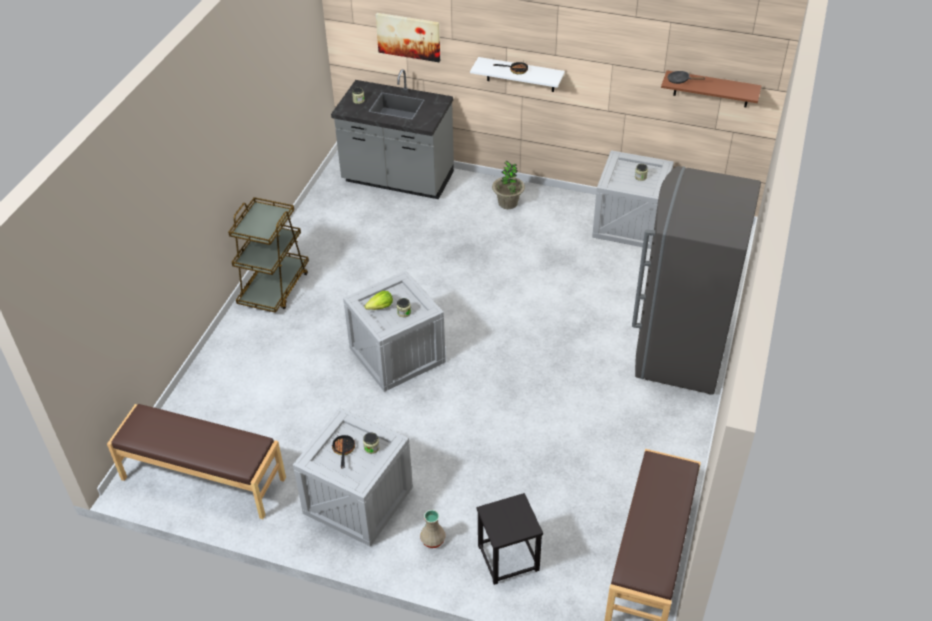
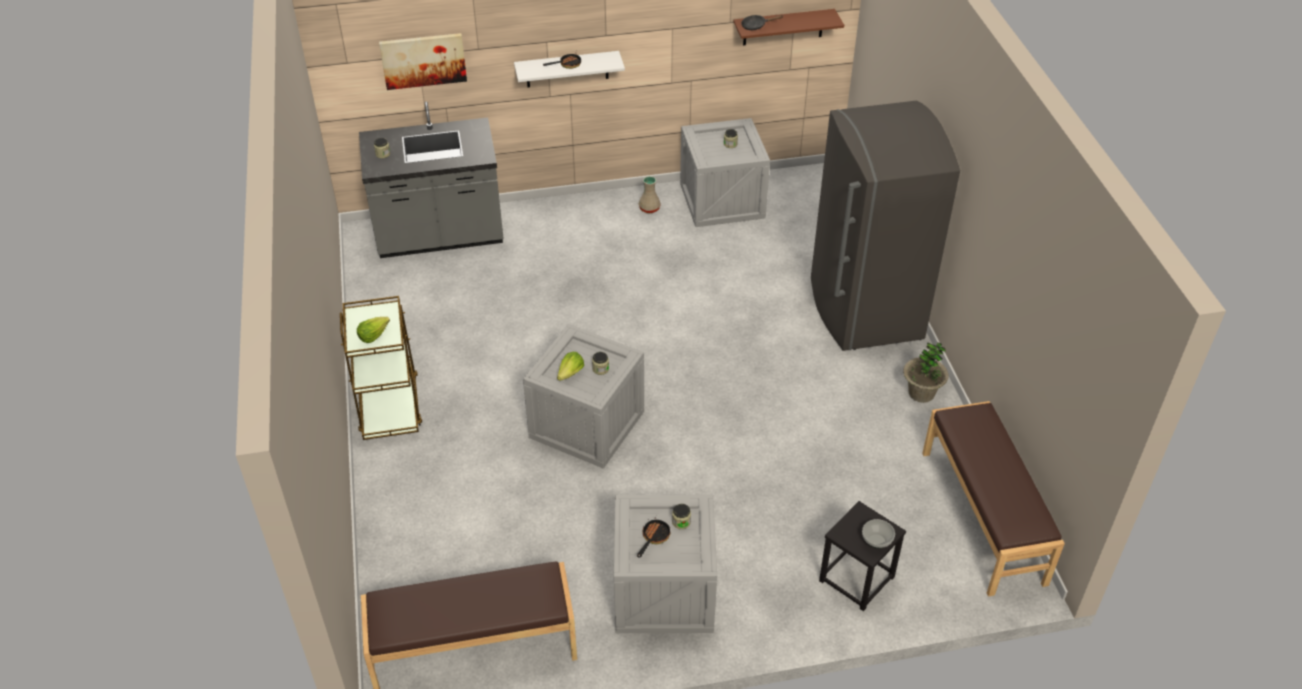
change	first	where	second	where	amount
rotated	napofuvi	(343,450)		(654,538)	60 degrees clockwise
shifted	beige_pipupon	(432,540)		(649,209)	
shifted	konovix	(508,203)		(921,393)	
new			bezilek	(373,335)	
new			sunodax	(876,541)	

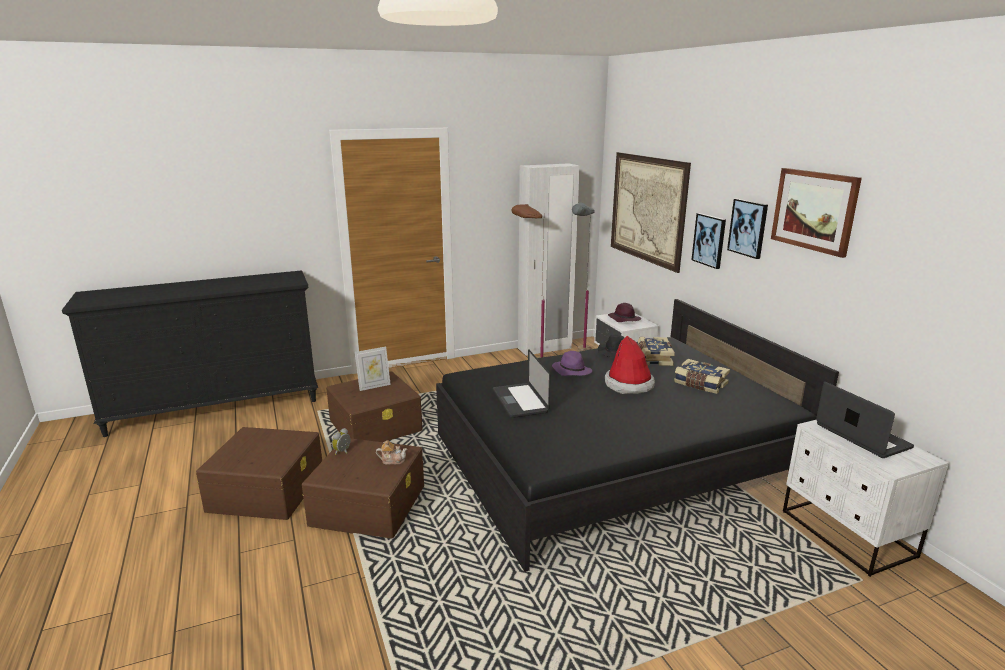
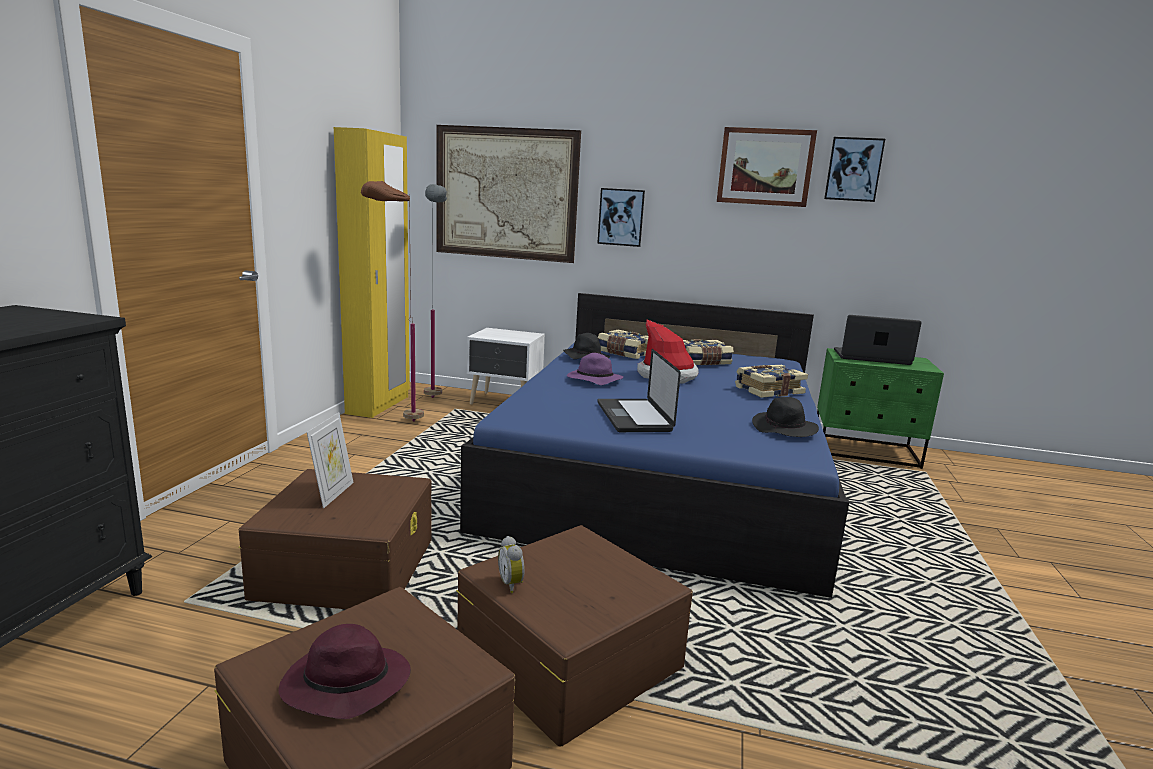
change	first	where	second	where	amount
gone	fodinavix	(392,460)			
repainted	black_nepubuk	(613,458)	blue_nepubuk	(662,472)	
rotated	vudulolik	(520,401)		(634,417)	60 degrees clockwise
repainted	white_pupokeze	(545,348)	yellow_pupokeze	(379,405)	
shifted	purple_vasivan	(623,319)		(344,685)	
shifted	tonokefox	(748,228)		(853,169)	
repainted	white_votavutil	(847,534)	green_votavutil	(865,451)	
new			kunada	(768,390)	
new			black_vasivan	(784,429)	

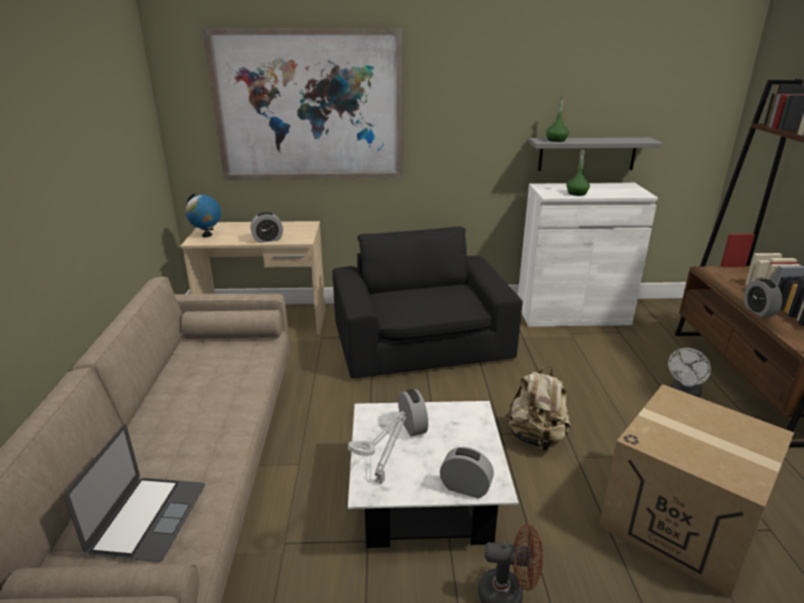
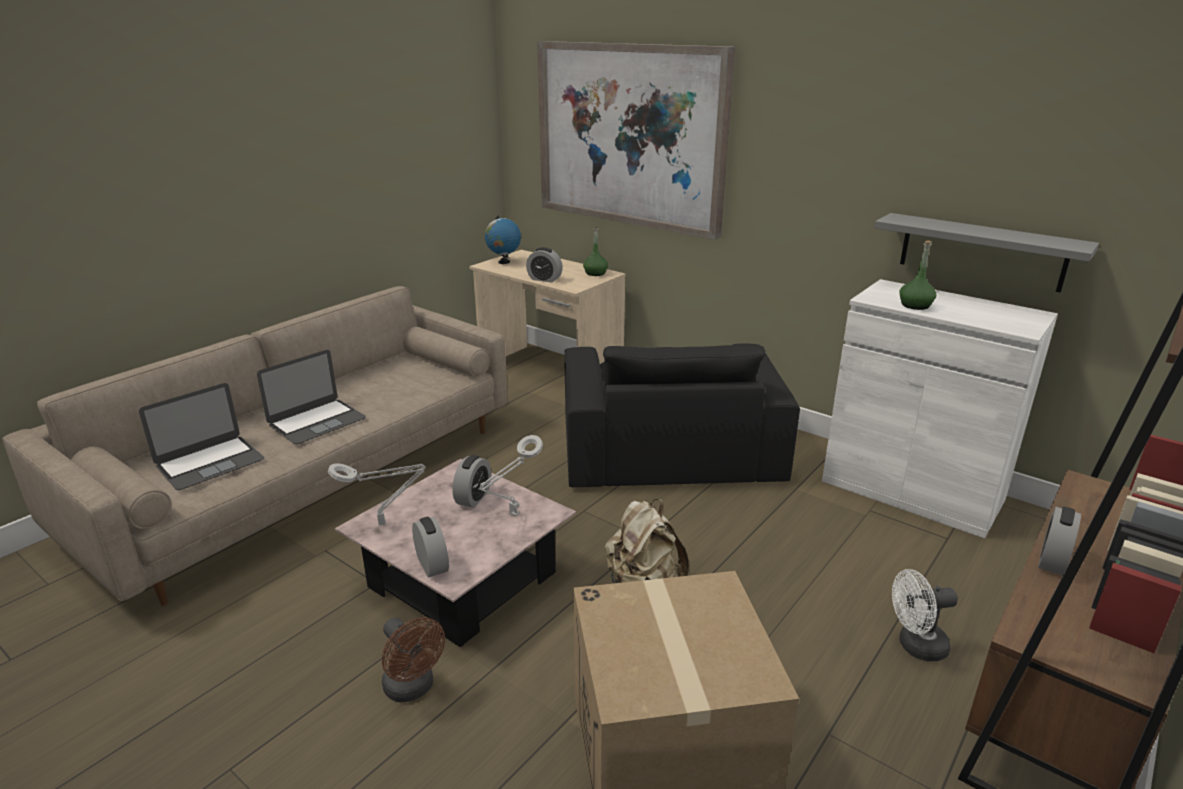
change	first	where	second	where	amount
rotated	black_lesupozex	(422,342)		(668,448)	150 degrees clockwise
repainted	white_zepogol	(426,498)	pink_zepogol	(463,580)	
shifted	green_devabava	(556,140)		(595,273)	
new			vudulolik	(317,421)	
new			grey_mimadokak	(512,515)	

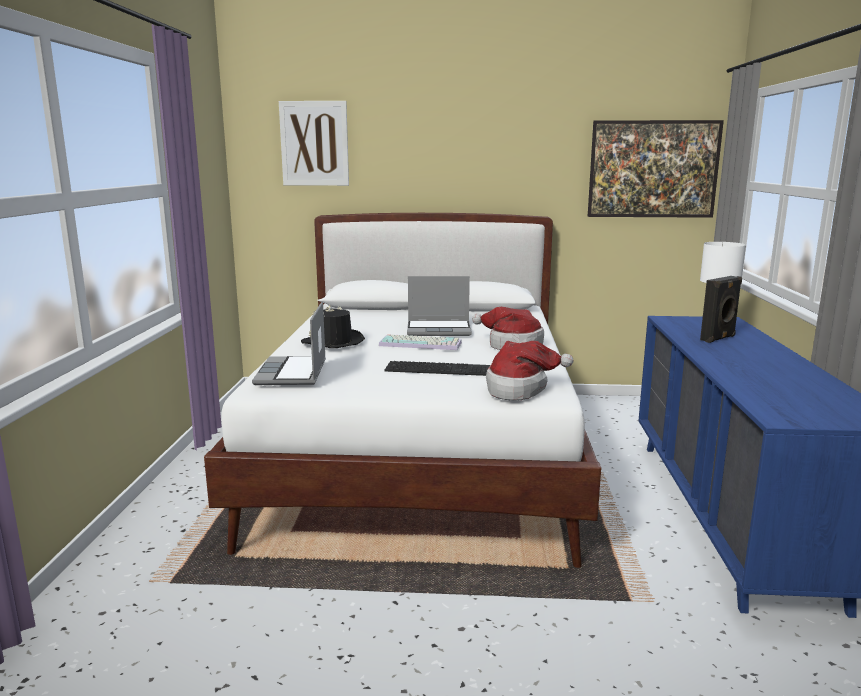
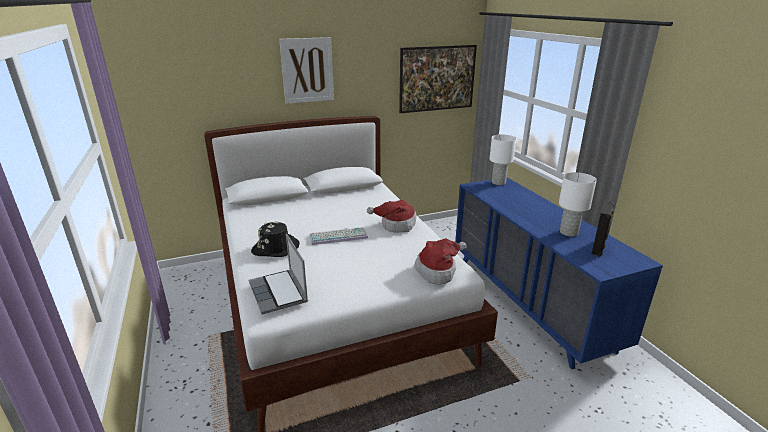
change	first	where	second	where	amount
shifted	tonokefox	(314,143)		(307,70)	
gone	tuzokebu	(439,368)			
gone	vudulolik	(439,330)			
shifted	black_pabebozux	(718,338)		(598,248)	
new			white_mimadokak	(568,232)	

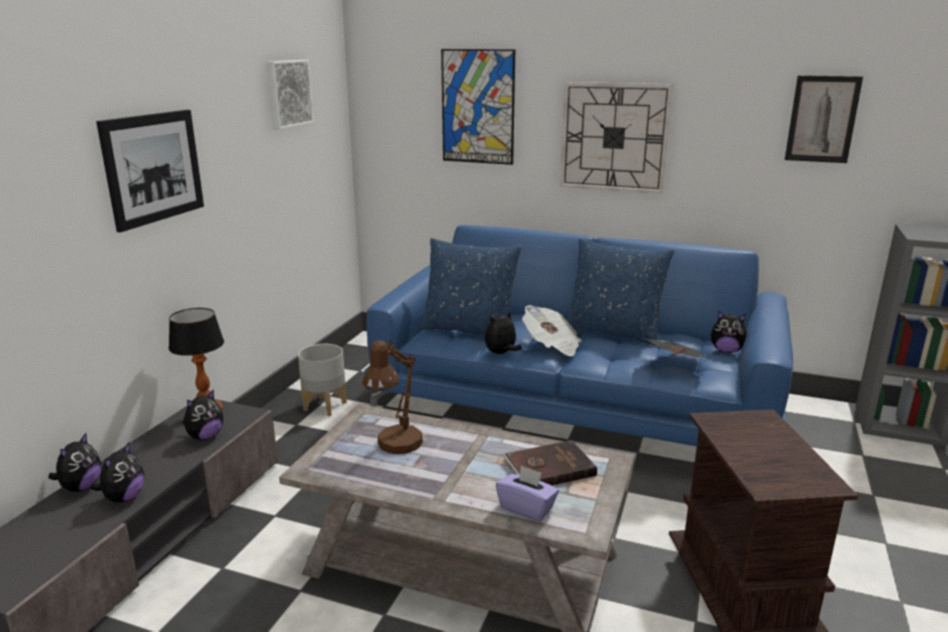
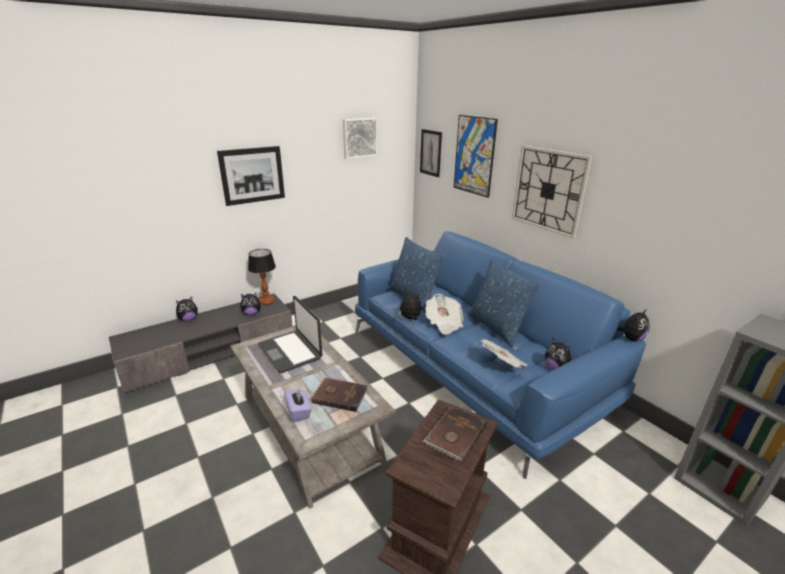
change	first	where	second	where	amount
shifted	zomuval	(124,497)		(631,339)	
gone	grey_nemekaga	(324,406)			
swapped	brown_mimadokak	(395,447)	vudulolik	(290,351)	
shifted	tonokefox	(822,119)		(430,153)	
new			brown_kunada	(454,435)	

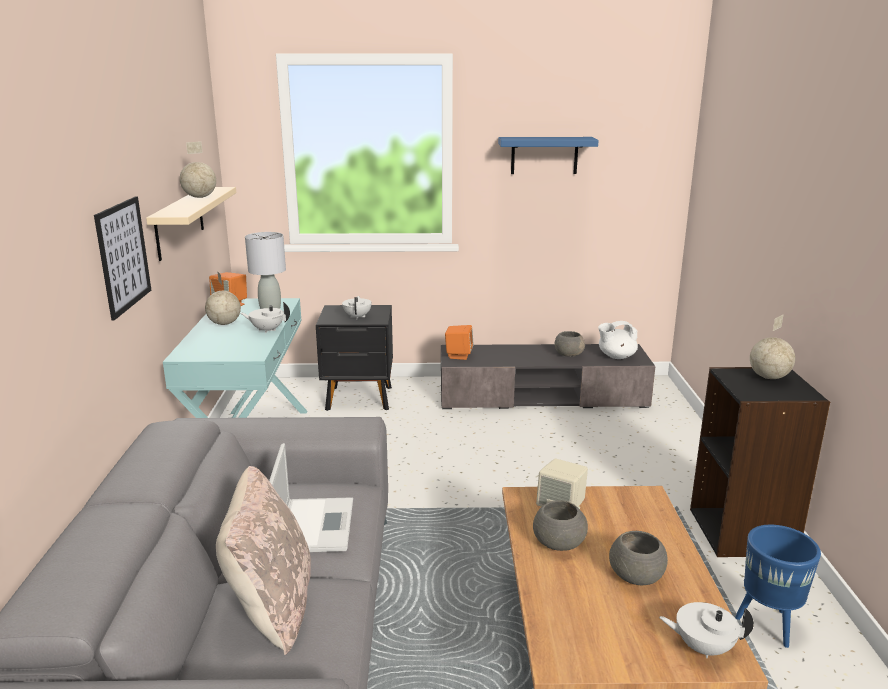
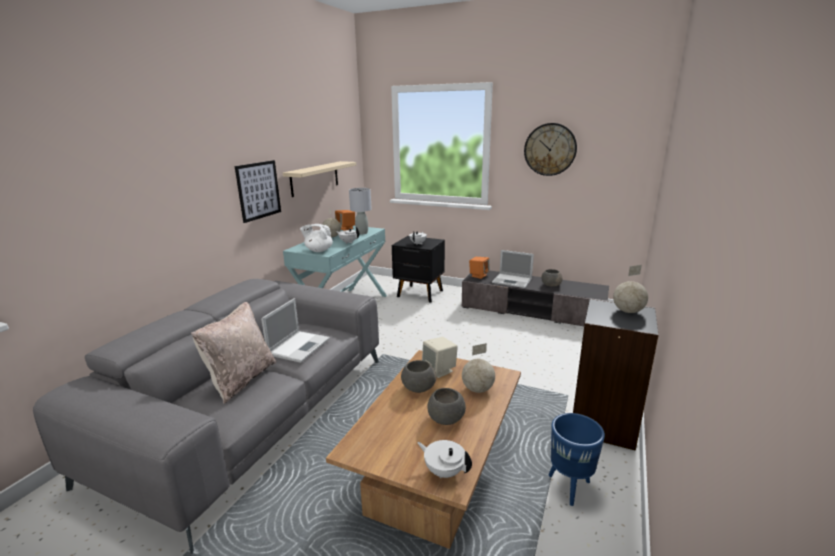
change	first	where	second	where	amount
shifted	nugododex	(200,197)		(478,389)	
swapped	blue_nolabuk	(544,155)	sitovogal	(550,149)	
shifted	white_fodinavix	(616,356)		(318,250)	
new			vudulolik	(512,281)	

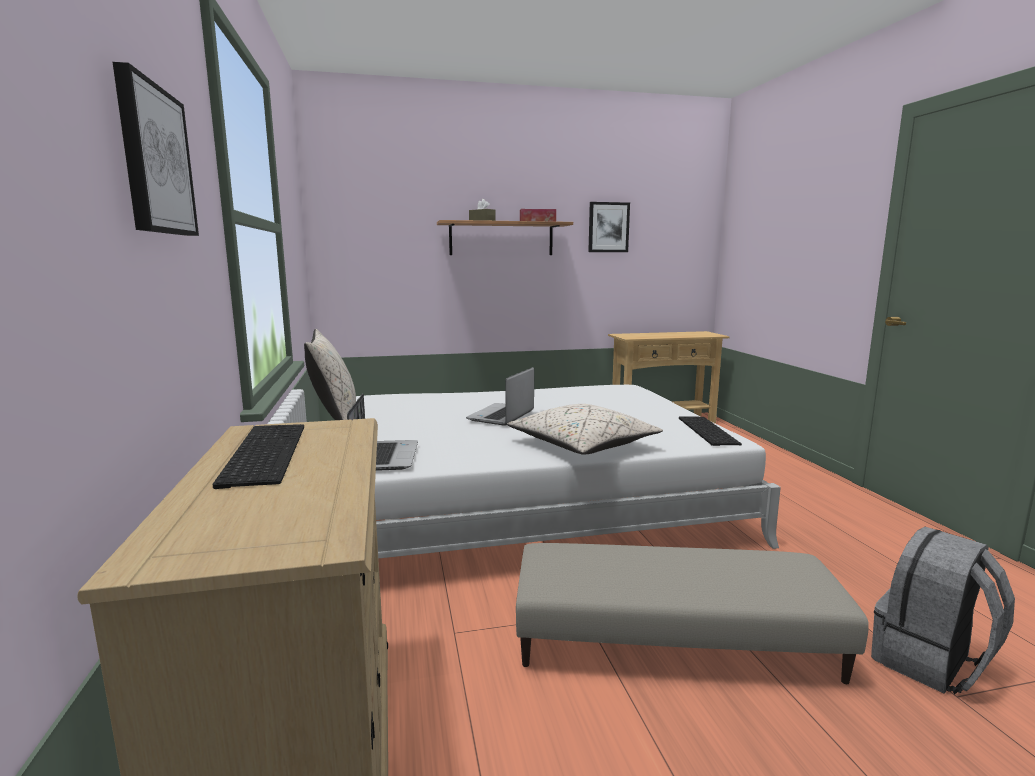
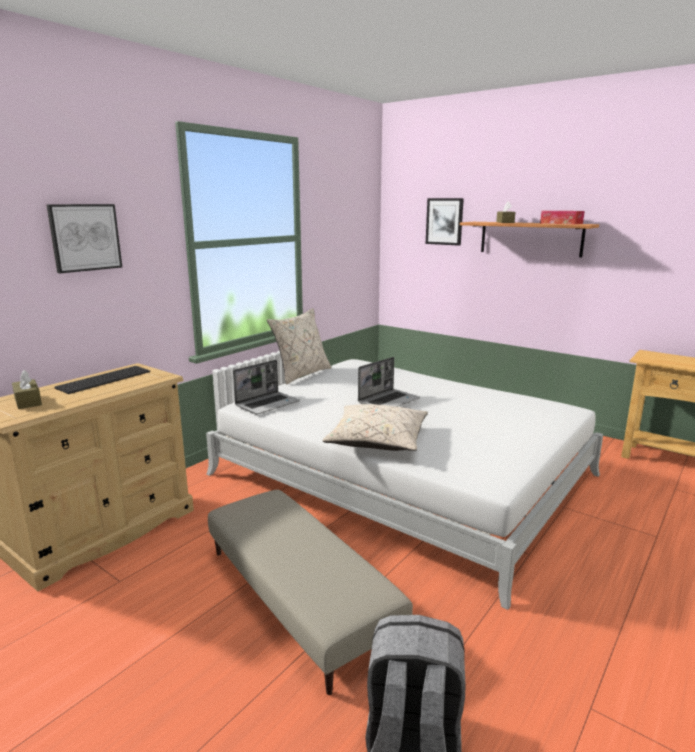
change	first	where	second	where	amount
rotated	vudulolik	(501,416)		(389,401)	150 degrees clockwise
shifted	tonokefox	(608,227)		(444,221)	
gone	tuzokebu	(705,430)			
new			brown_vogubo	(28,401)	

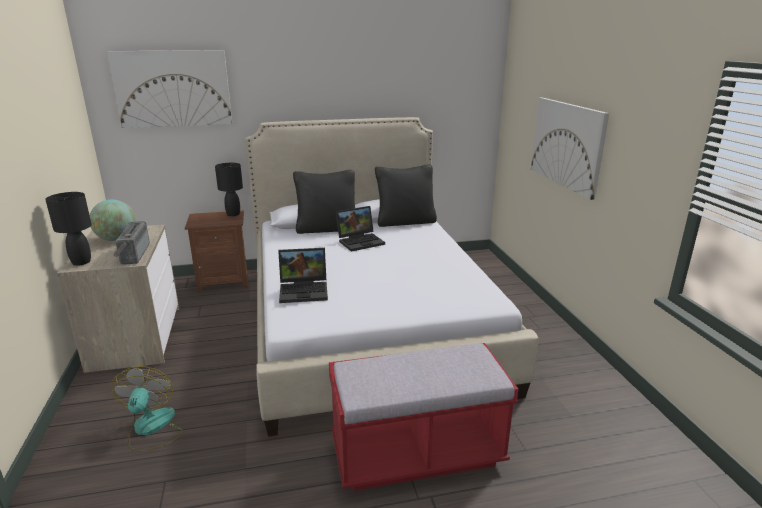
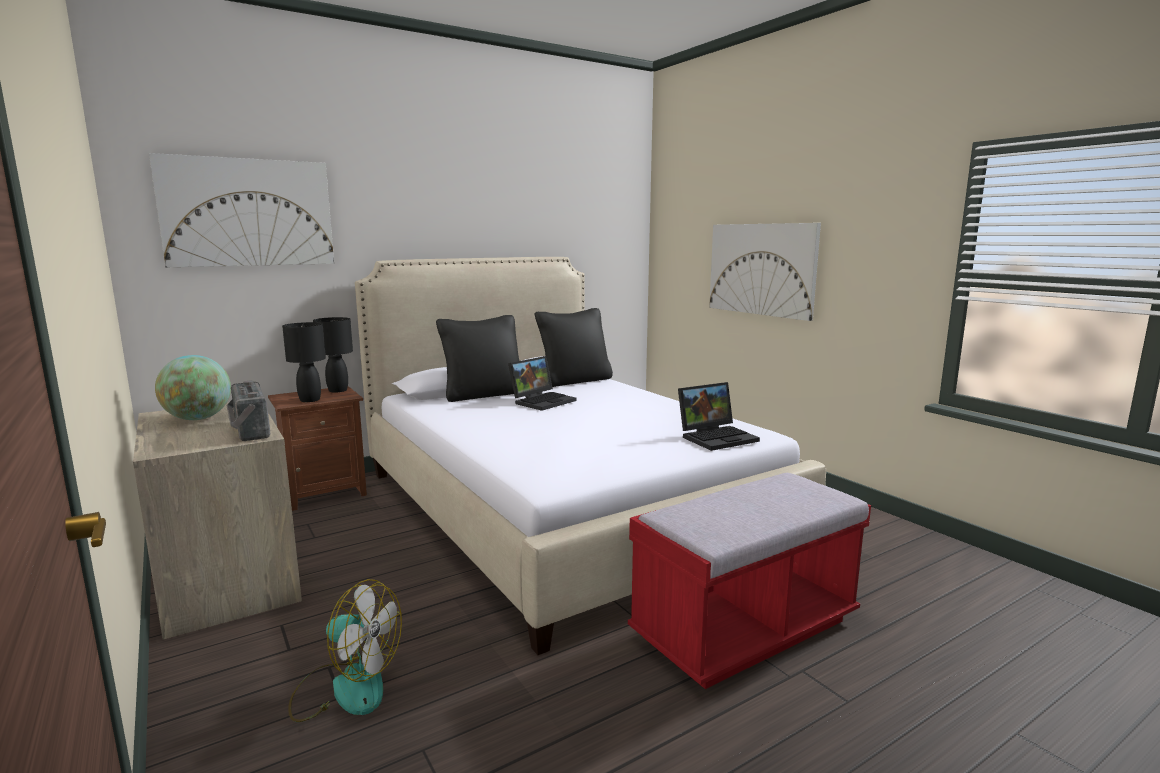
change	first	where	second	where	amount
shifted	black_mimadokak	(81,262)		(309,400)	
rotated	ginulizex	(151,429)		(346,687)	135 degrees clockwise
shifted	vudulolik	(305,290)		(717,437)	

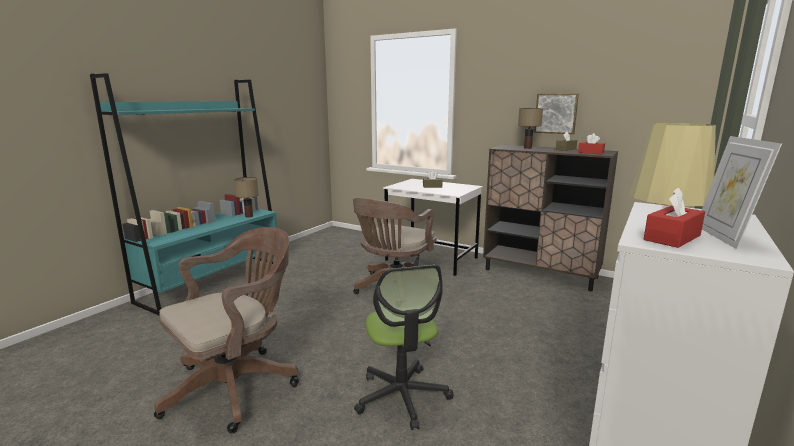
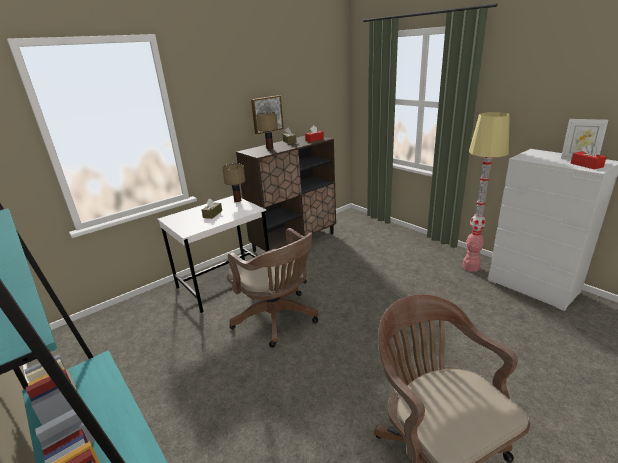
change	first	where	second	where	amount
shifted	mimadokak	(249,216)		(237,200)	
gone	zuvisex	(402,396)			

